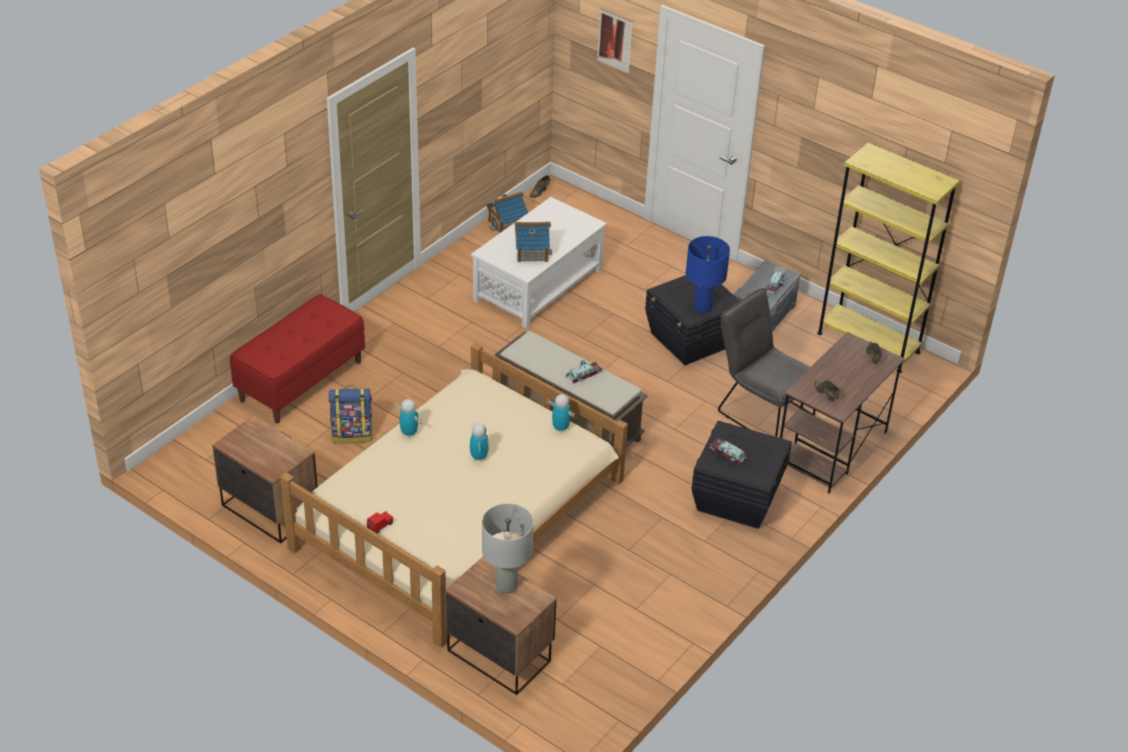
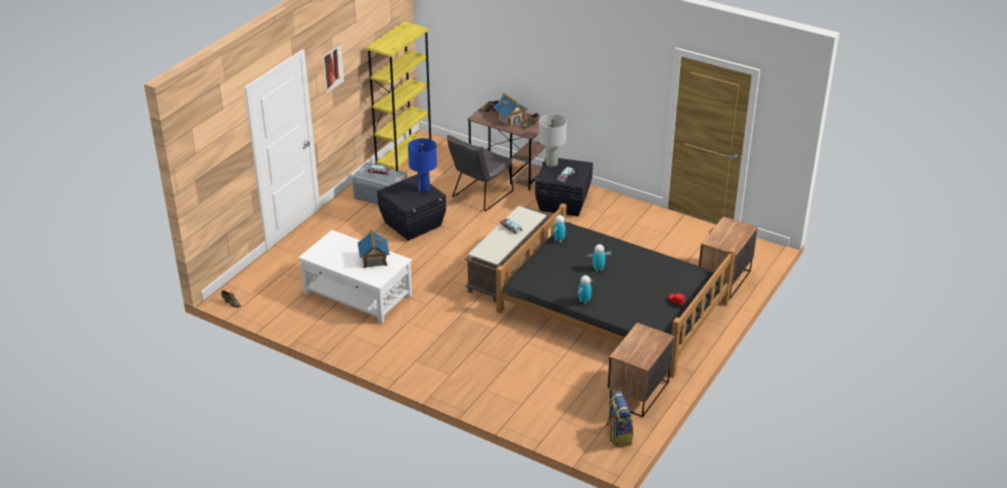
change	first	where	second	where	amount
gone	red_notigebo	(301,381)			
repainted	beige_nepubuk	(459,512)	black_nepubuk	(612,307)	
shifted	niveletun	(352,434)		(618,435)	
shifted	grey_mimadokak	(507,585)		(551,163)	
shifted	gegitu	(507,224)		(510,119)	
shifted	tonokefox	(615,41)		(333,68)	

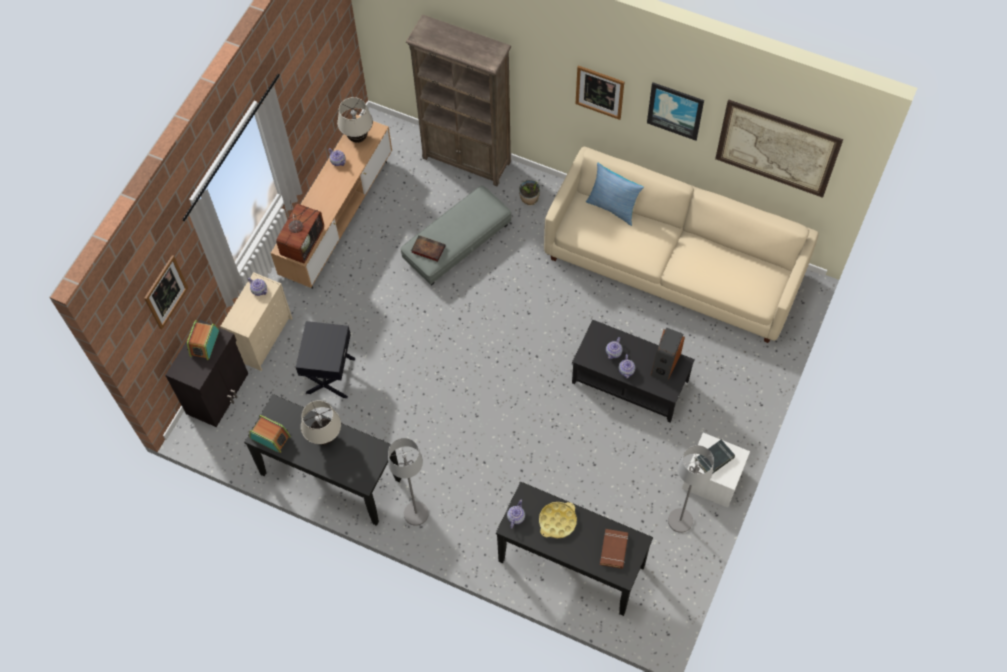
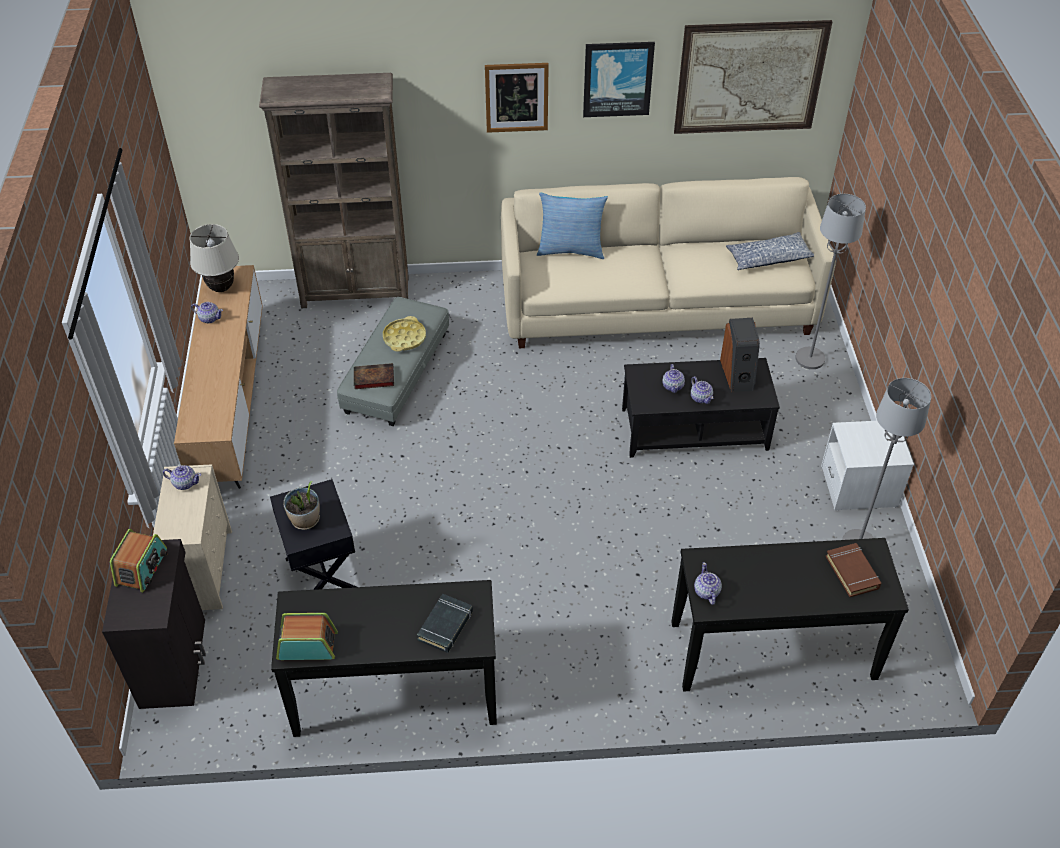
change	first	where	second	where	amount
gone	tonokefox	(165,292)			
rotated	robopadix	(204,343)		(142,567)	150 degrees counterclockwise
gone	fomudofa	(302,241)			
gone	beige_mimadokak	(325,437)			
shifted	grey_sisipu	(415,513)		(809,359)	
shifted	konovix	(529,199)		(305,520)	
shifted	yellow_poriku	(557,521)		(404,338)	
shifted	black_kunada	(714,459)		(446,626)	
new			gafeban	(768,258)	

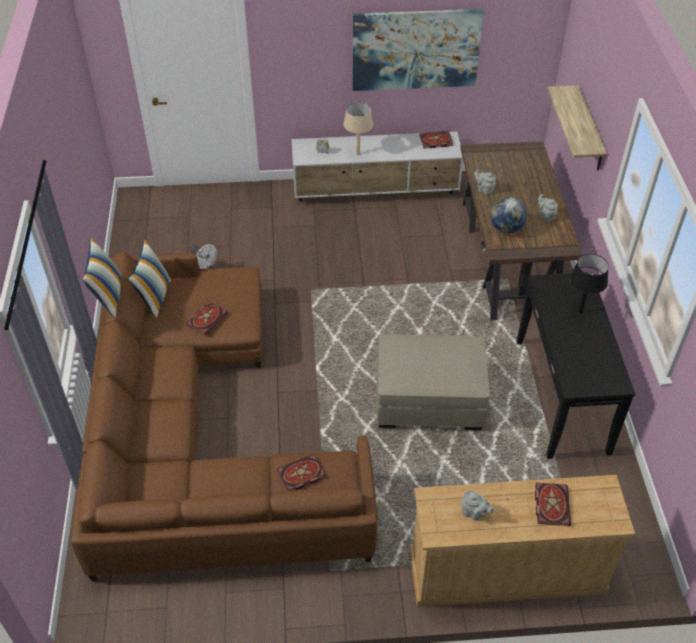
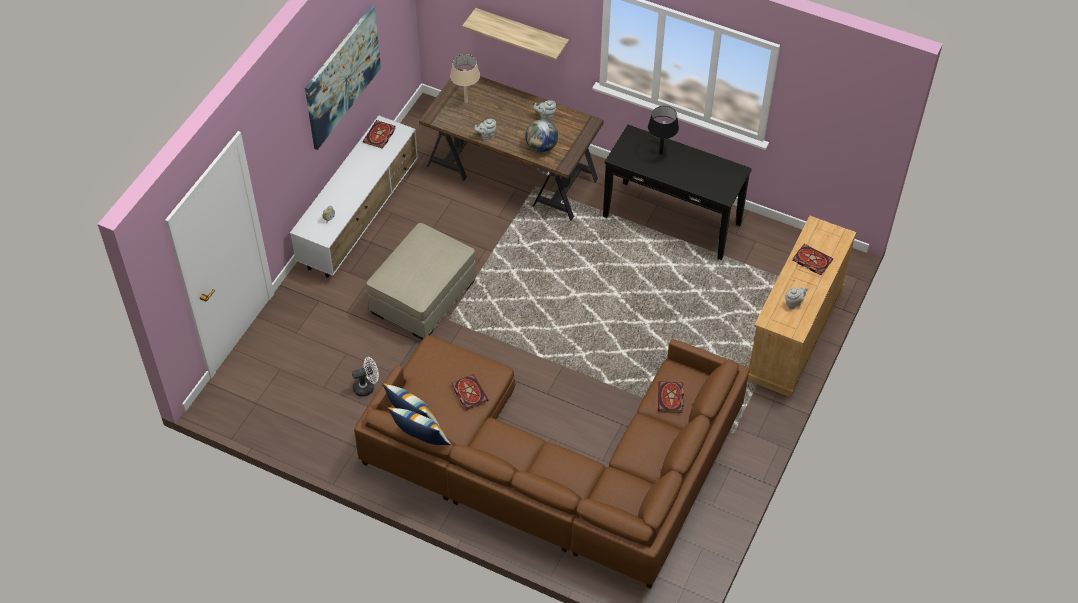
change	first	where	second	where	amount
shifted	beige_mimadokak	(358,154)		(466,101)	
shifted	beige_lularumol	(430,400)		(424,296)	

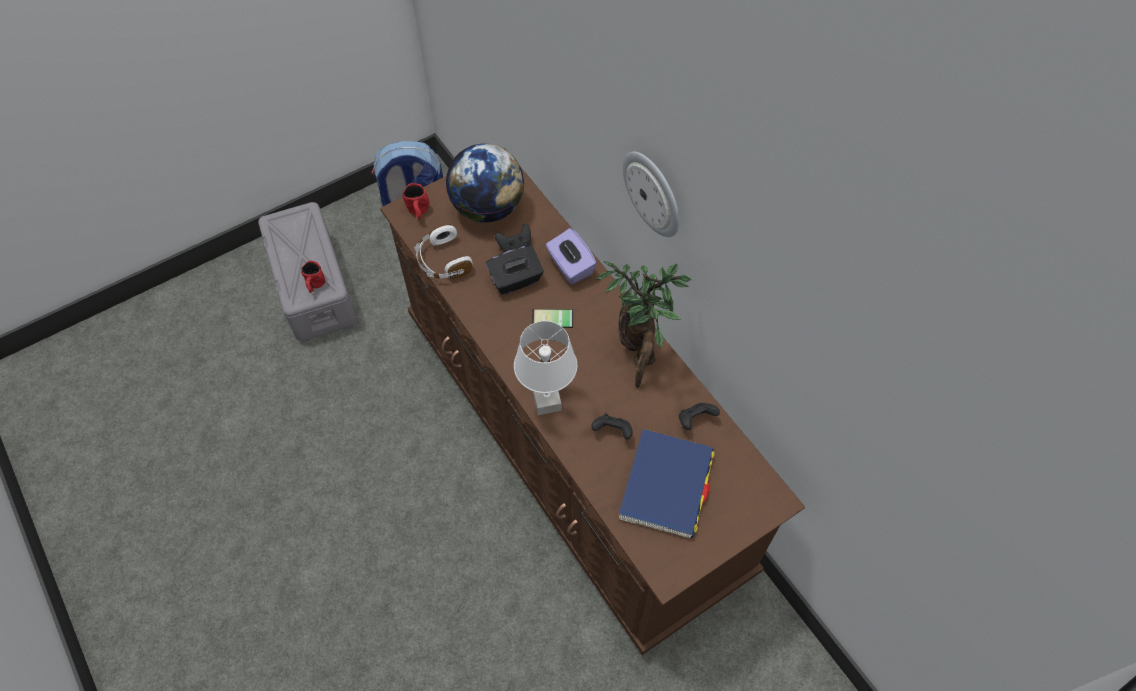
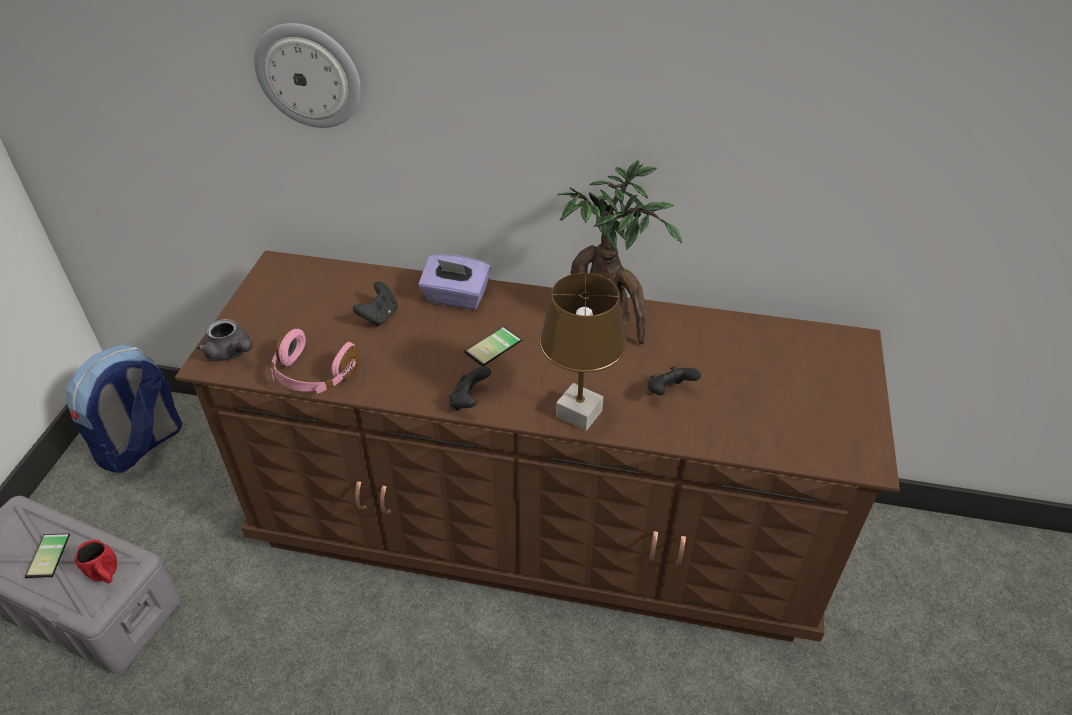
change	first	where	second	where	amount
swapped	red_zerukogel	(419,213)	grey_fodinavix	(231,352)	
repainted	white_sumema	(442,261)	pink_sumema	(313,375)	
gone	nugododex	(488,208)			
gone	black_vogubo	(516,280)			
repainted	white_mimadokak	(546,401)	brown_mimadokak	(578,414)	
gone	blue_kunada	(666,485)			
shifted	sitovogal	(653,193)		(309,75)	
shifted	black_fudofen	(695,420)		(469,401)	
new			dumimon	(51,555)	

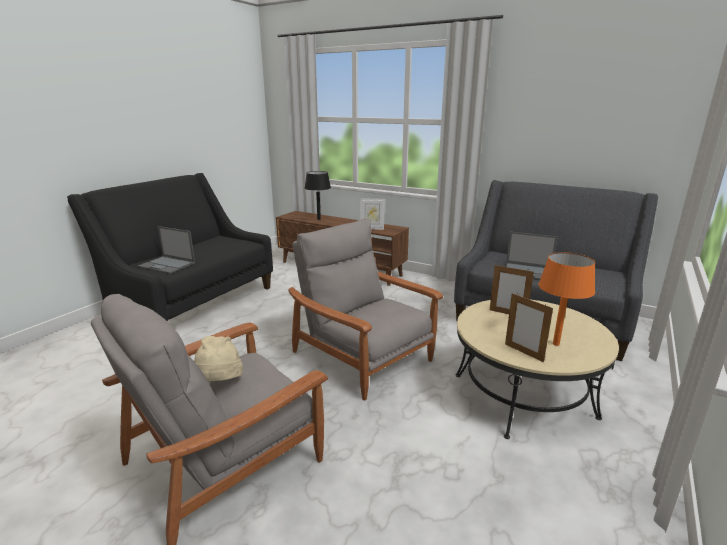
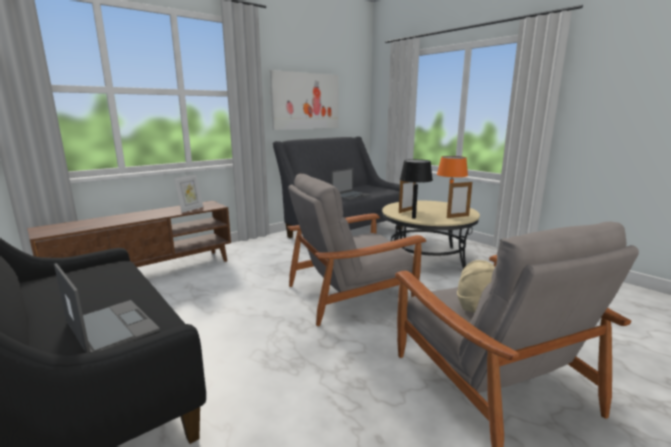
change	first	where	second	where	amount
rotated	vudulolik	(167,265)		(111,326)	90 degrees counterclockwise
shifted	black_mimadokak	(319,219)		(413,218)	
new			tonokefox	(305,101)	

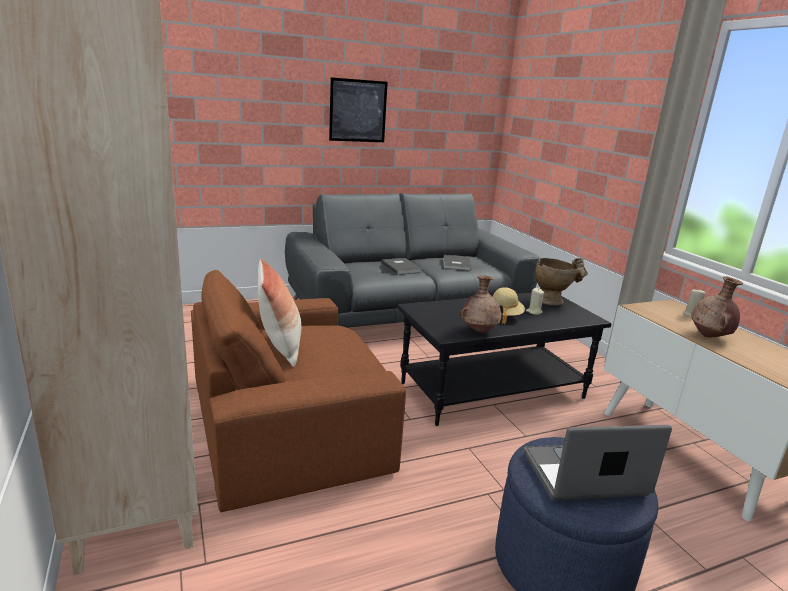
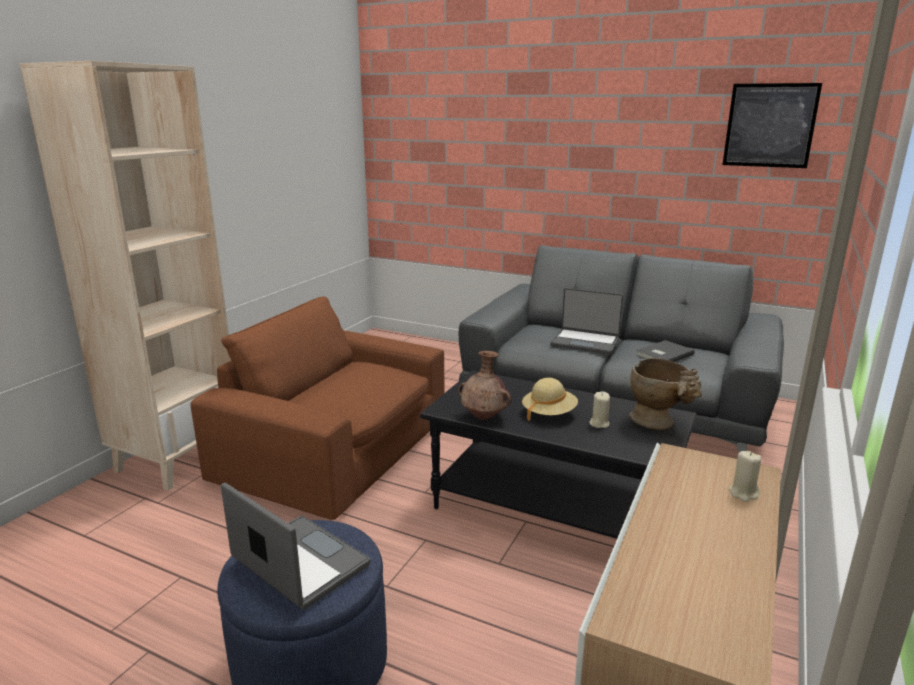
change	first	where	second	where	amount
gone	gafeban	(280,347)			
shifted	tonokefox	(358,111)		(770,125)	
swapped	grey_kunada	(401,267)	vudulolik	(585,342)	
gone	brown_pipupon	(709,337)			

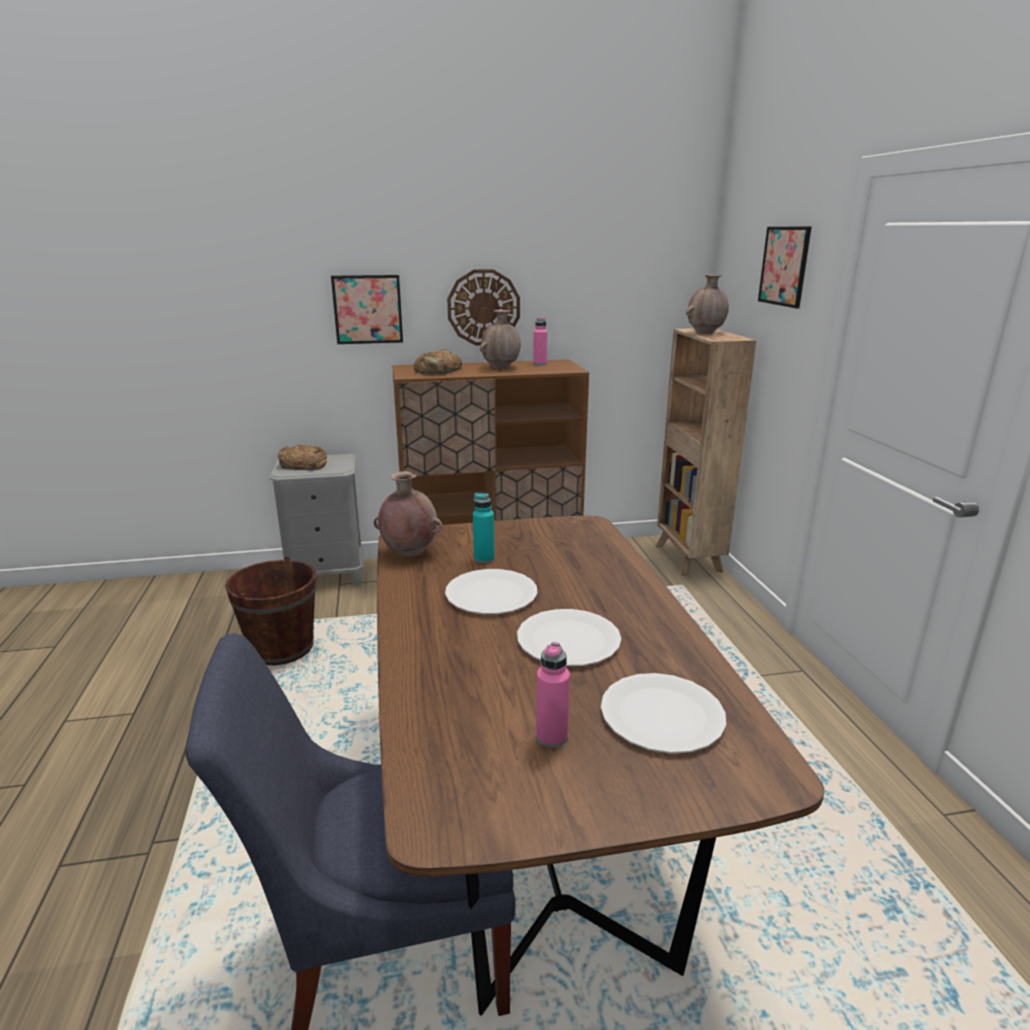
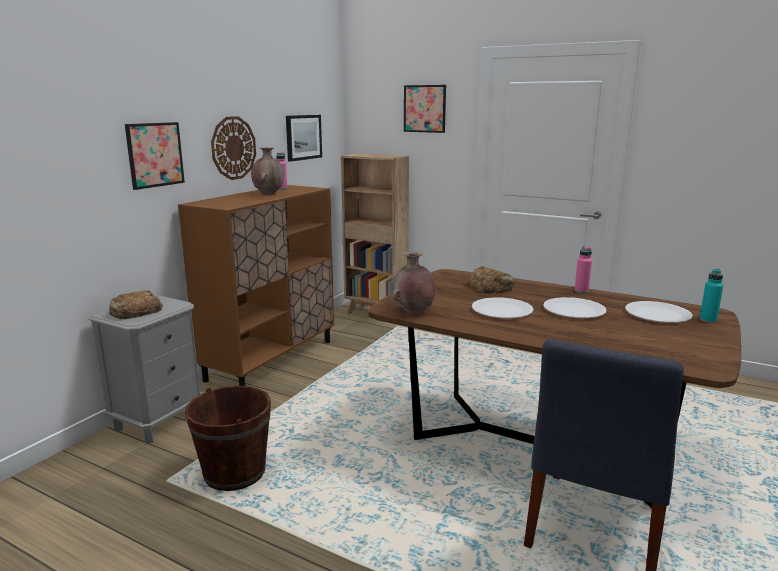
change	first	where	second	where	amount
shifted	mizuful	(438,370)		(491,287)	
shifted	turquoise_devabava	(484,559)		(708,320)	
shifted	pink_devabava	(551,737)		(581,291)	
gone	brown_pipupon	(705,333)			
new			tonokefox	(303,137)	

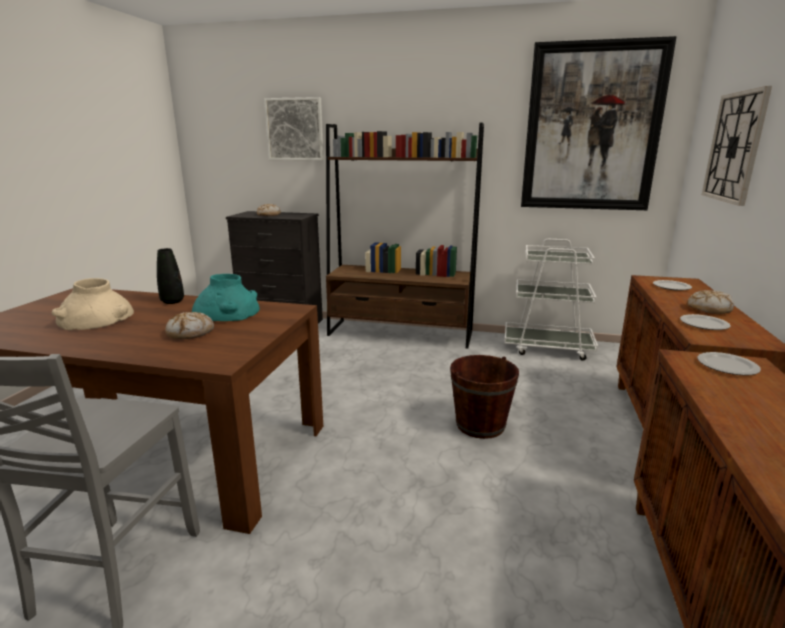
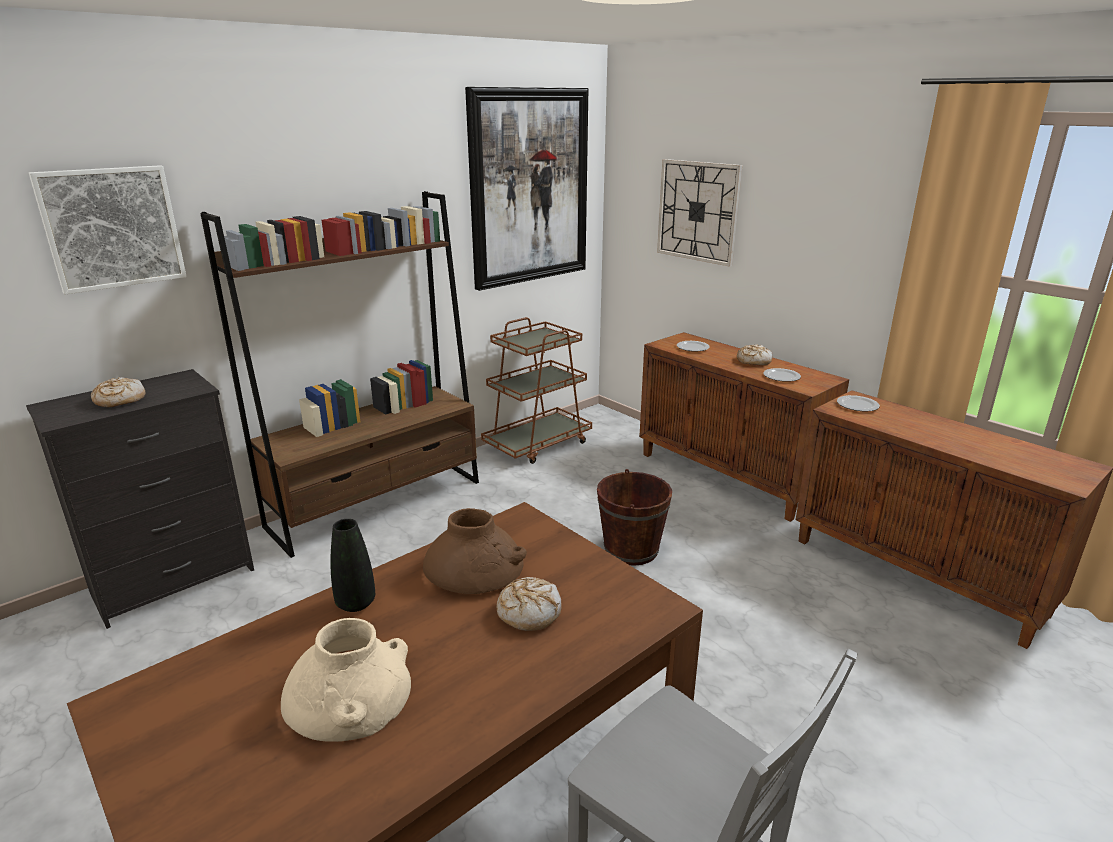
change	first	where	second	where	amount
repainted	turquoise_pipupon	(227,312)	brown_pipupon	(473,567)	
repainted	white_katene	(547,347)	brown_katene	(538,444)	

